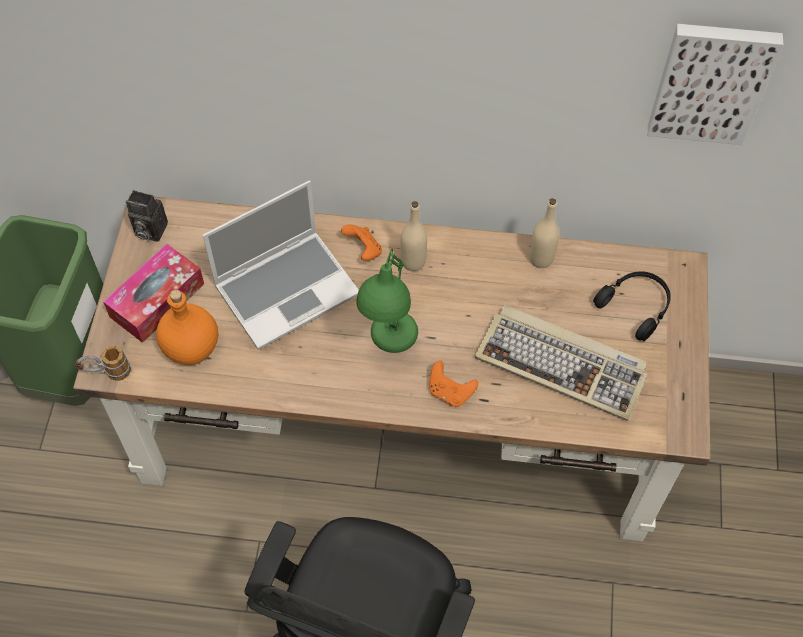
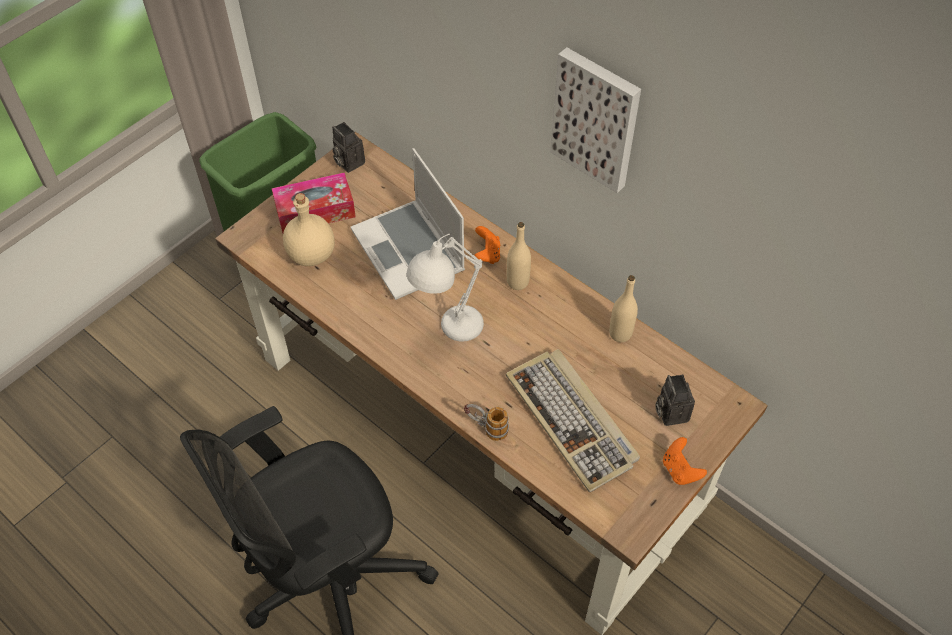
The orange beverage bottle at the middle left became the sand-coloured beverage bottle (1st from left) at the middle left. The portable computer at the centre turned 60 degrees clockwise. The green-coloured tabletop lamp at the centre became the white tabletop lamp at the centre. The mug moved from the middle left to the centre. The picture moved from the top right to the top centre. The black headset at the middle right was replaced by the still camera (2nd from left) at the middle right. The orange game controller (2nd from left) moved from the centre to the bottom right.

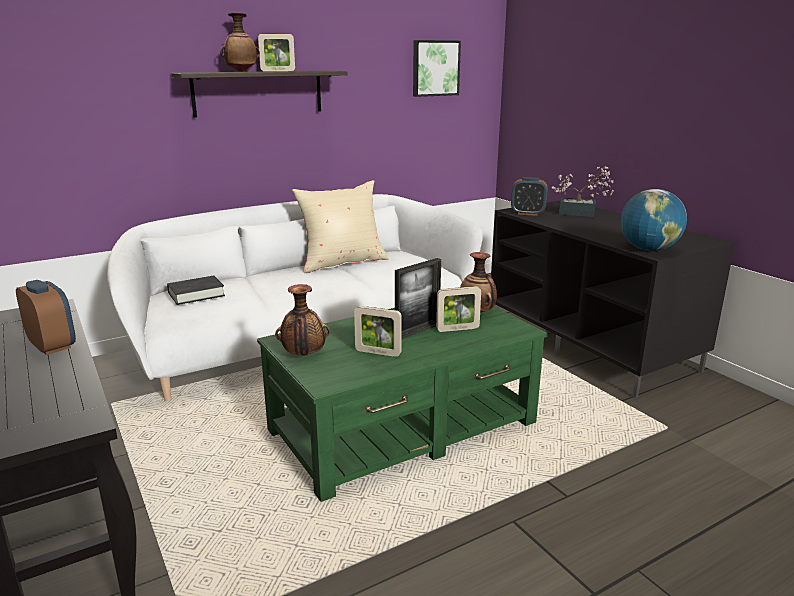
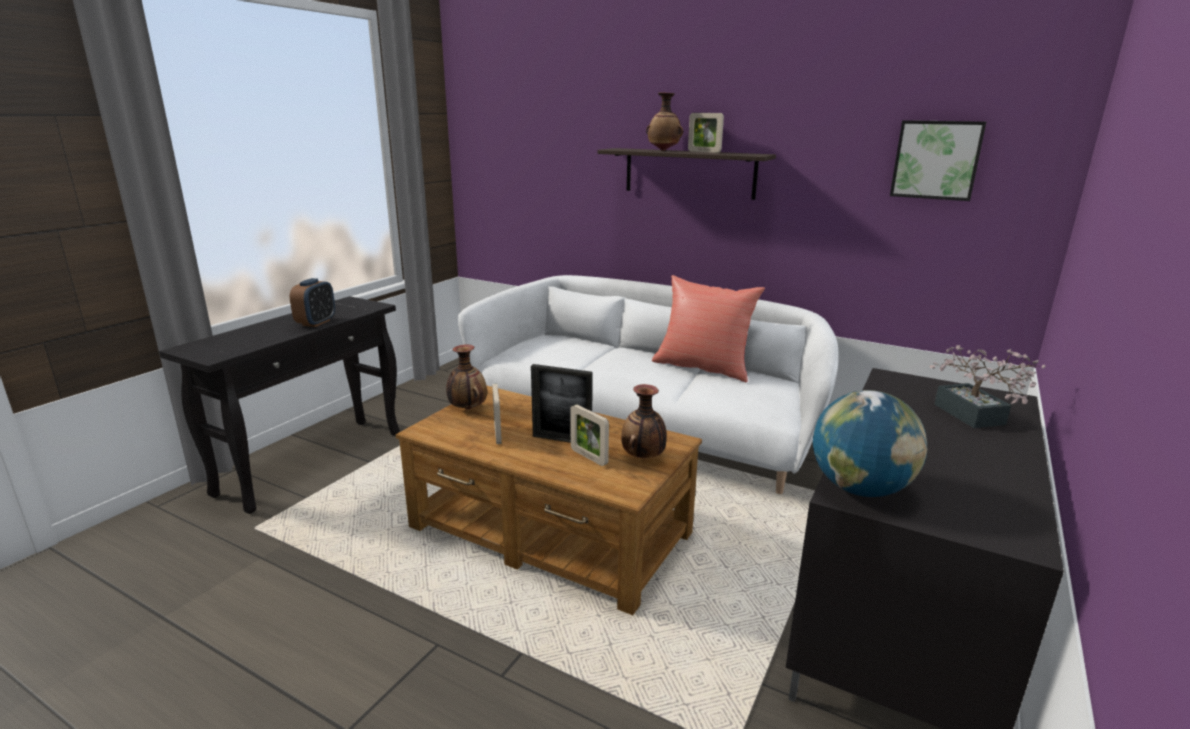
The green-coloured lounge table at the bottom centre became the brownish lounge table at the bottom centre. The sand-coloured throw pillow at the centre became the red-coloured throw pillow at the centre. The black volume at the middle left disappeared. The alarm clock (2nd from left) at the top centre disappeared.

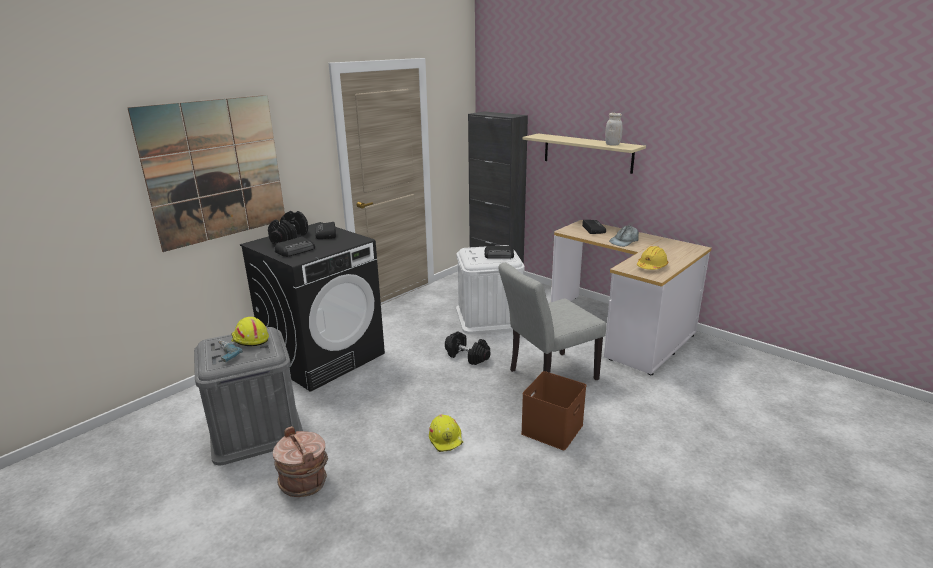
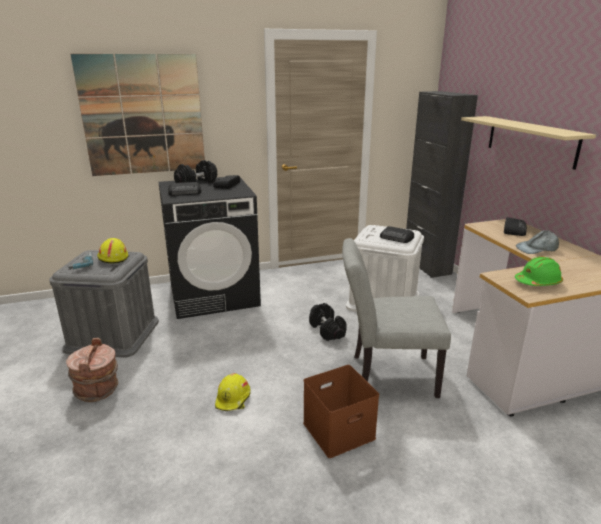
The yellow hard hat (3rd from left) at the middle right became the green-coloured hard hat at the middle right. The white storage jar at the top centre disappeared.

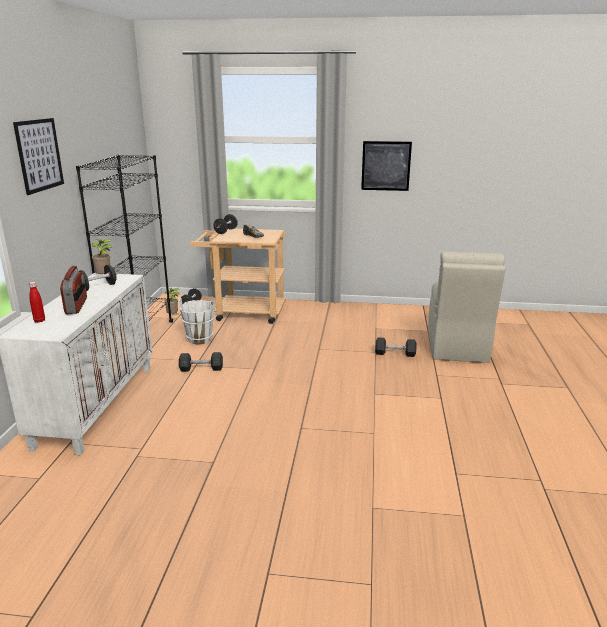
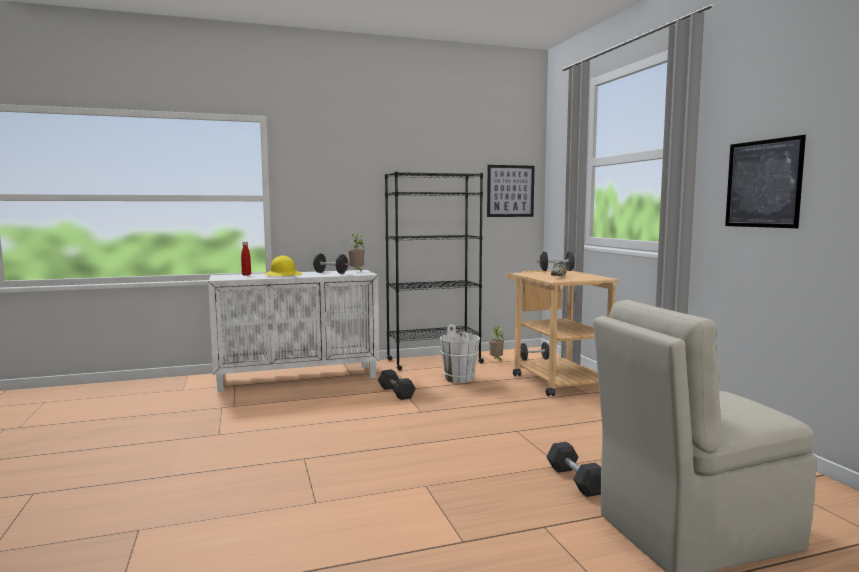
The radio receiver at the middle left was replaced by the yellow hard hat at the middle left. The picture (1st from left) moved from the top left to the centre.

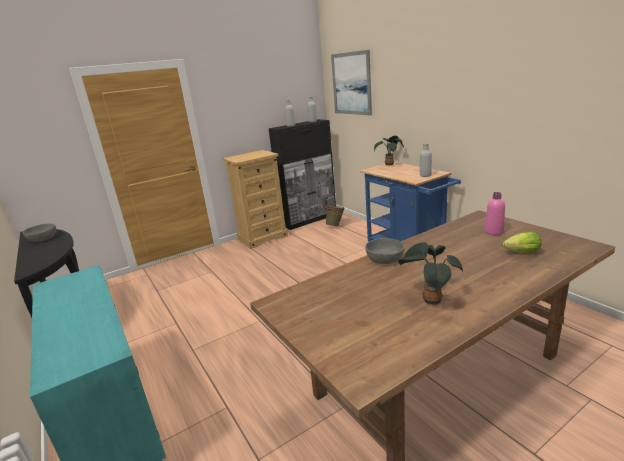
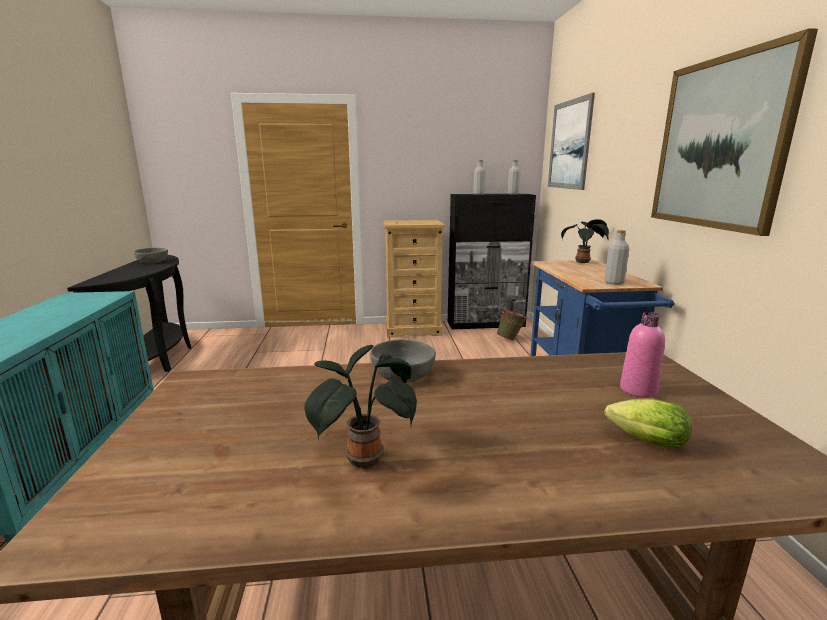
The picture (2nd from left) at the top right appeared.

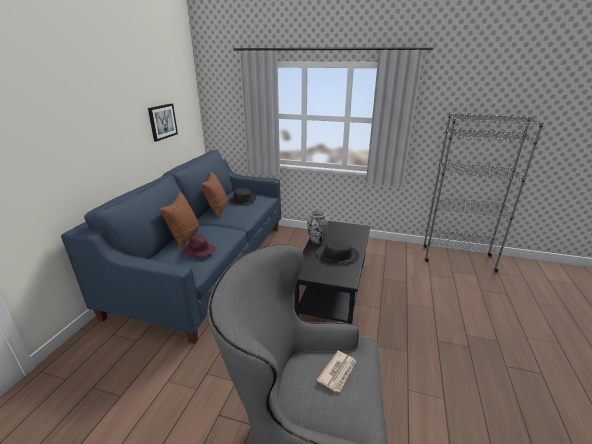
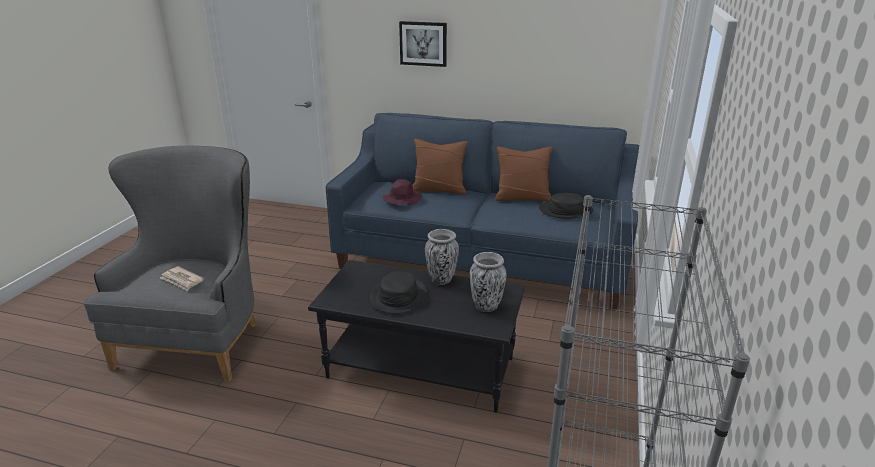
The picture moved from the top left to the top centre. The vase (2nd from left) at the centre appeared.

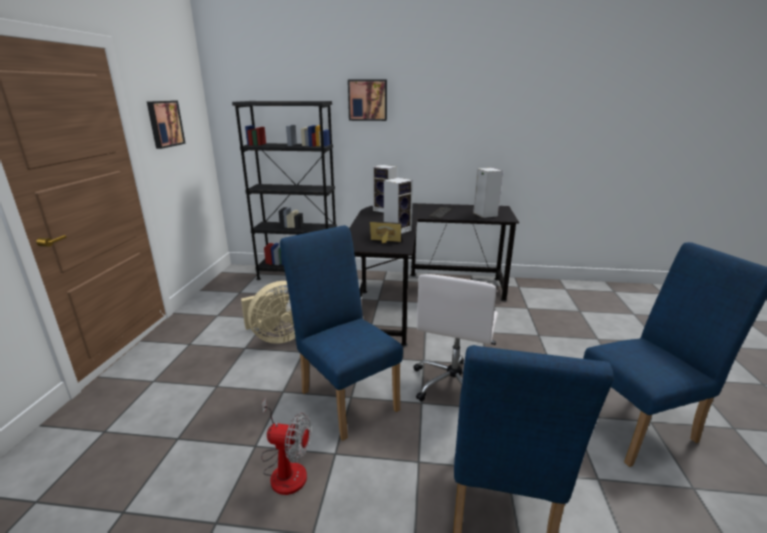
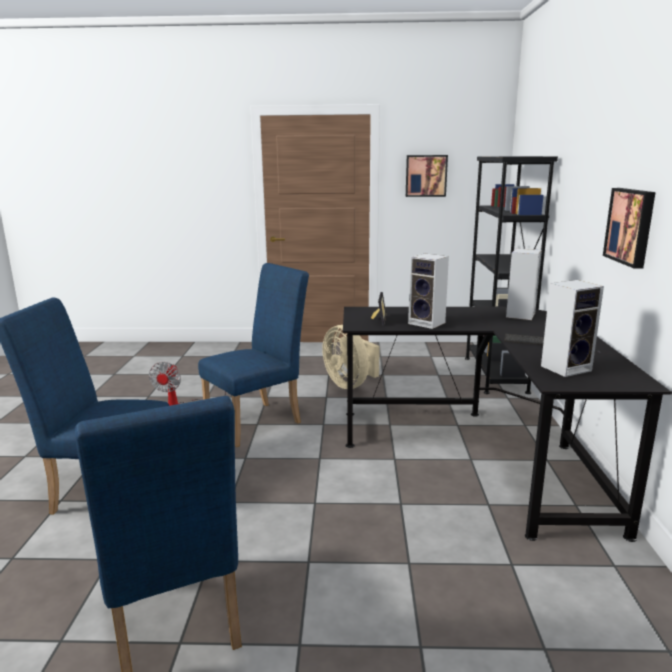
The picture (2nd from left) moved from the top centre to the middle right. The white office chair at the centre disappeared.

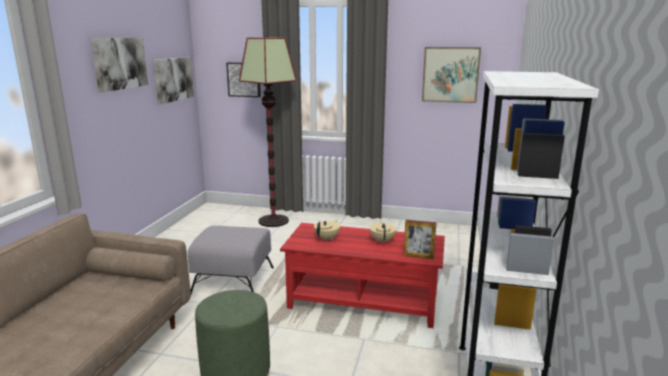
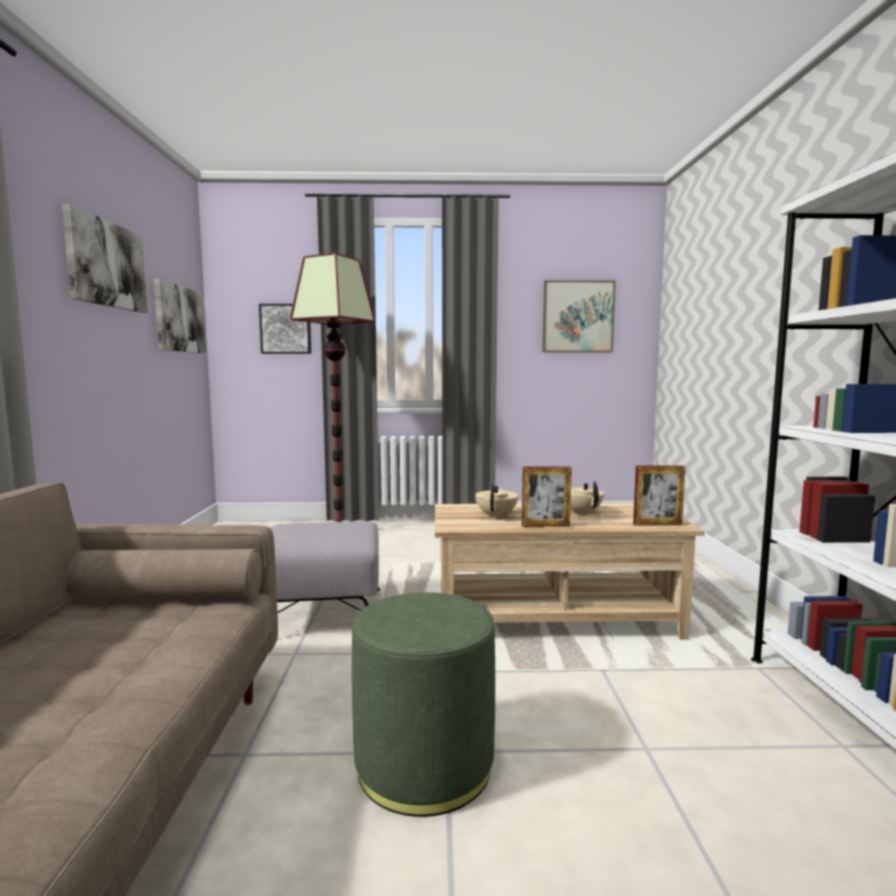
The red-coloured lounge table at the bottom centre became the sand-coloured lounge table at the centre. The photo frame (1st from left) at the centre appeared.

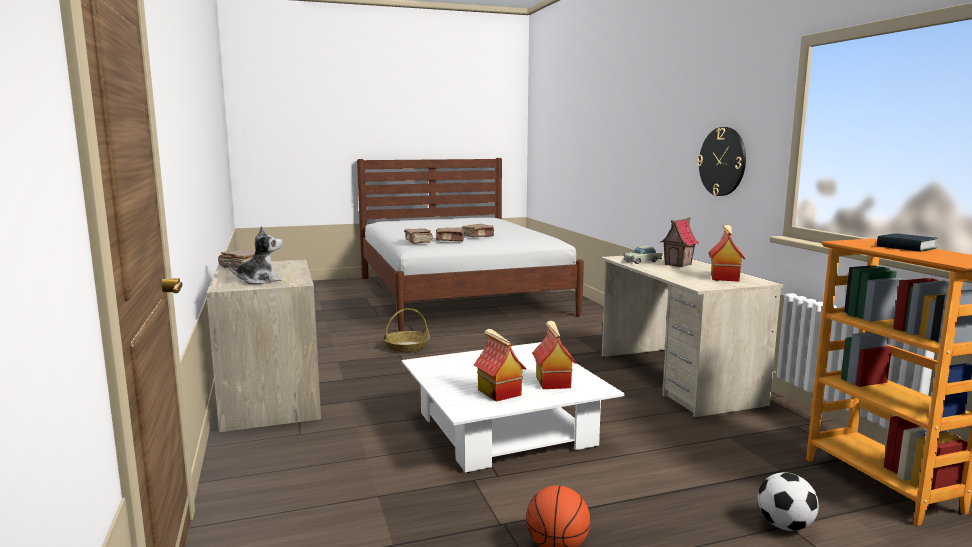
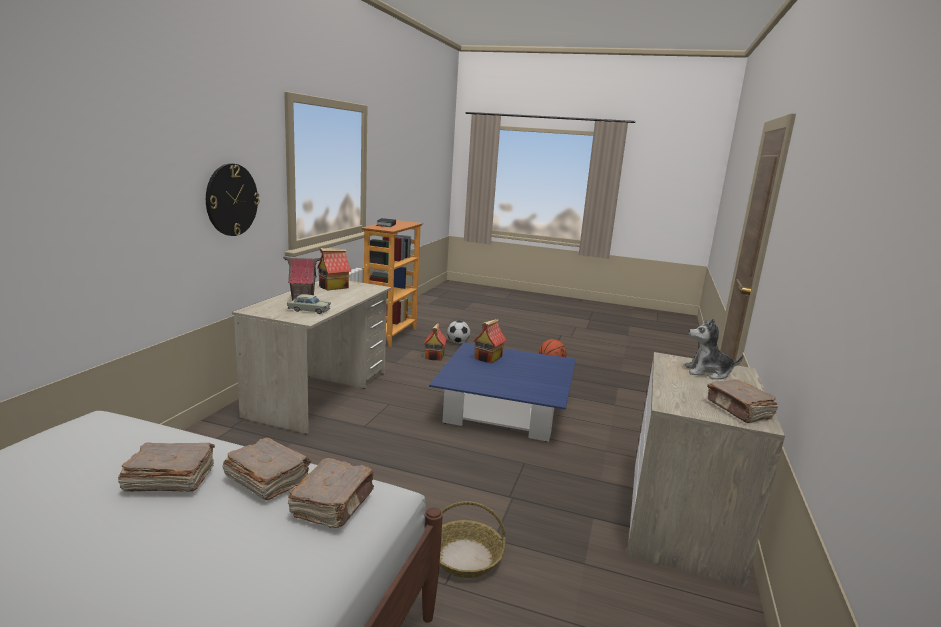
The toy house (1st from left in the first image) moved from the bottom centre to the centre. The white lounge table at the bottom centre became the blue lounge table at the centre.

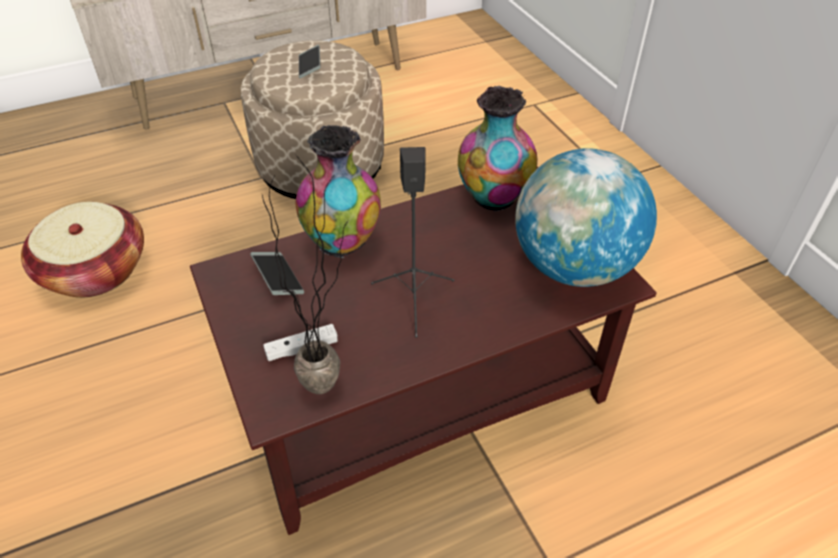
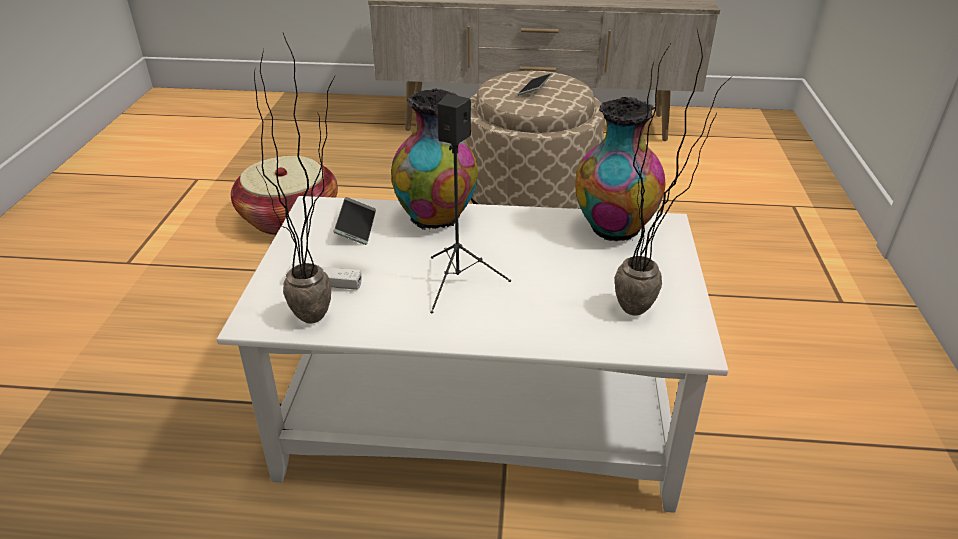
The brownish lounge table at the centre became the white lounge table at the centre. The desk globe at the middle right was replaced by the houseplant (2nd from left) at the top right.

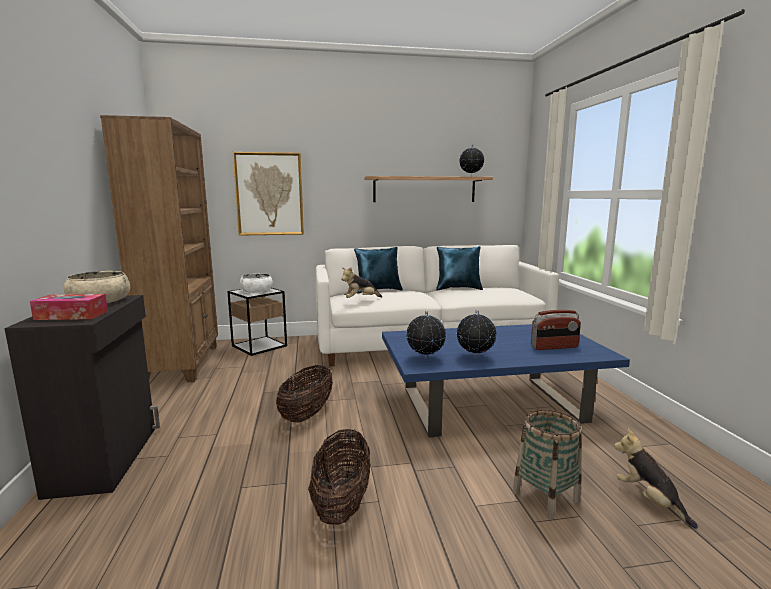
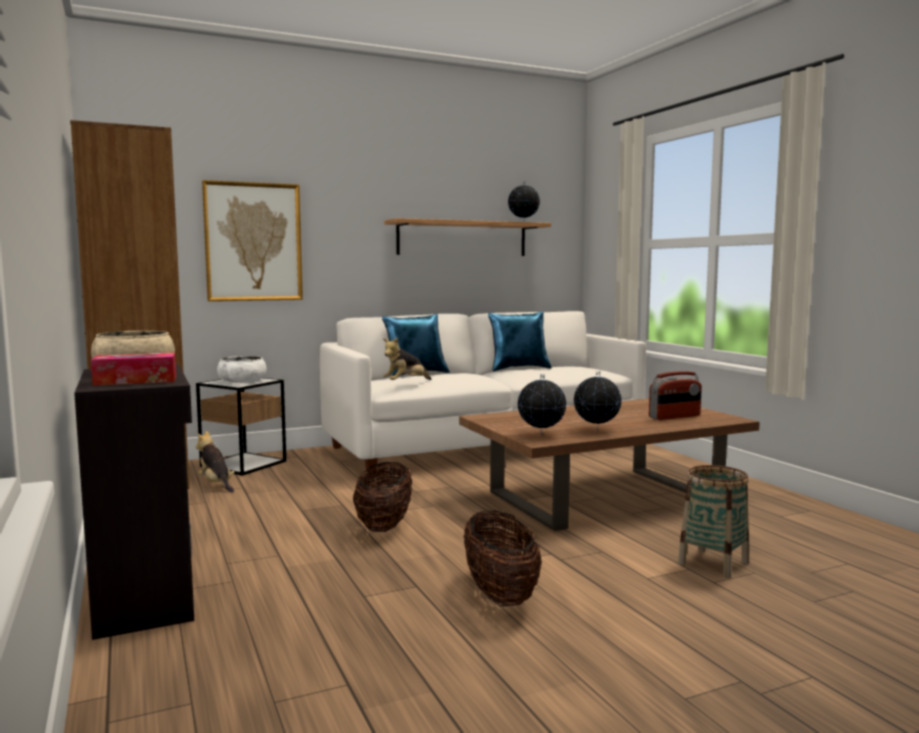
The cuddly toy (2nd from left in the first image) moved from the bottom right to the middle left. The blue lounge table at the centre became the brownish lounge table at the centre.

